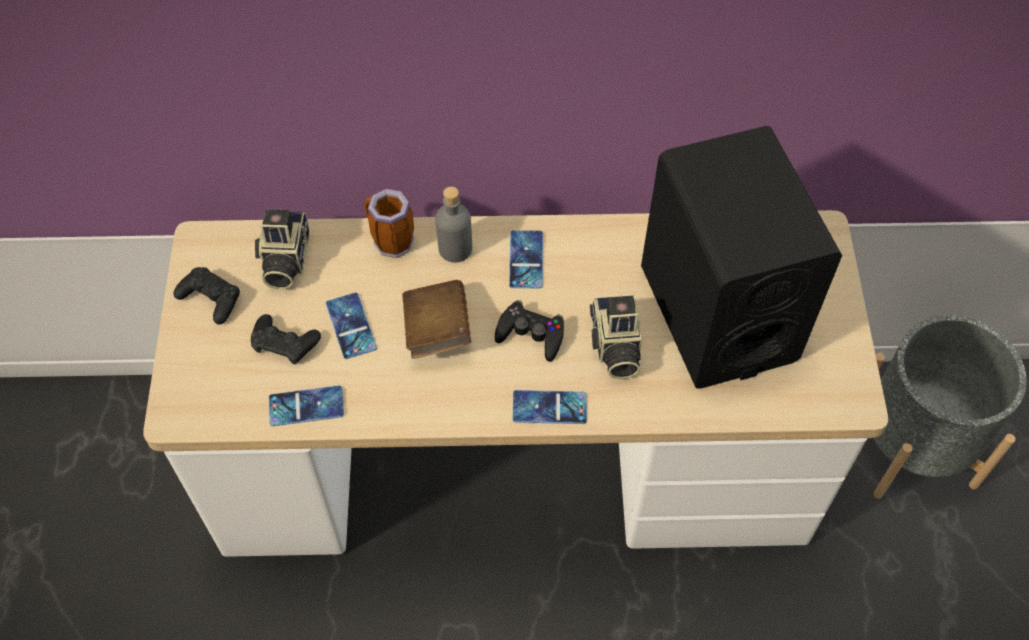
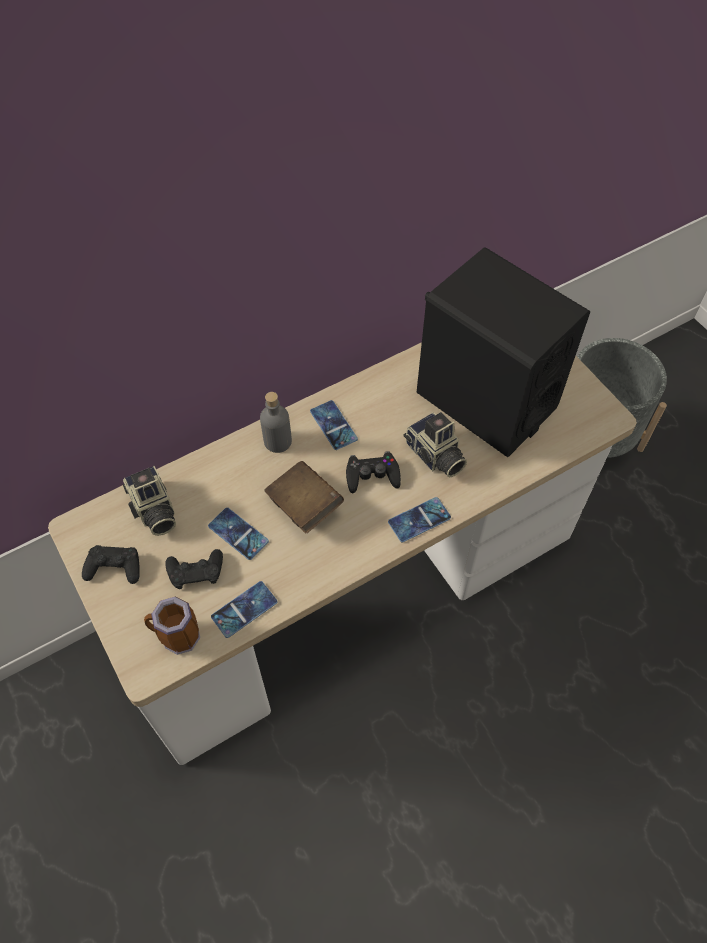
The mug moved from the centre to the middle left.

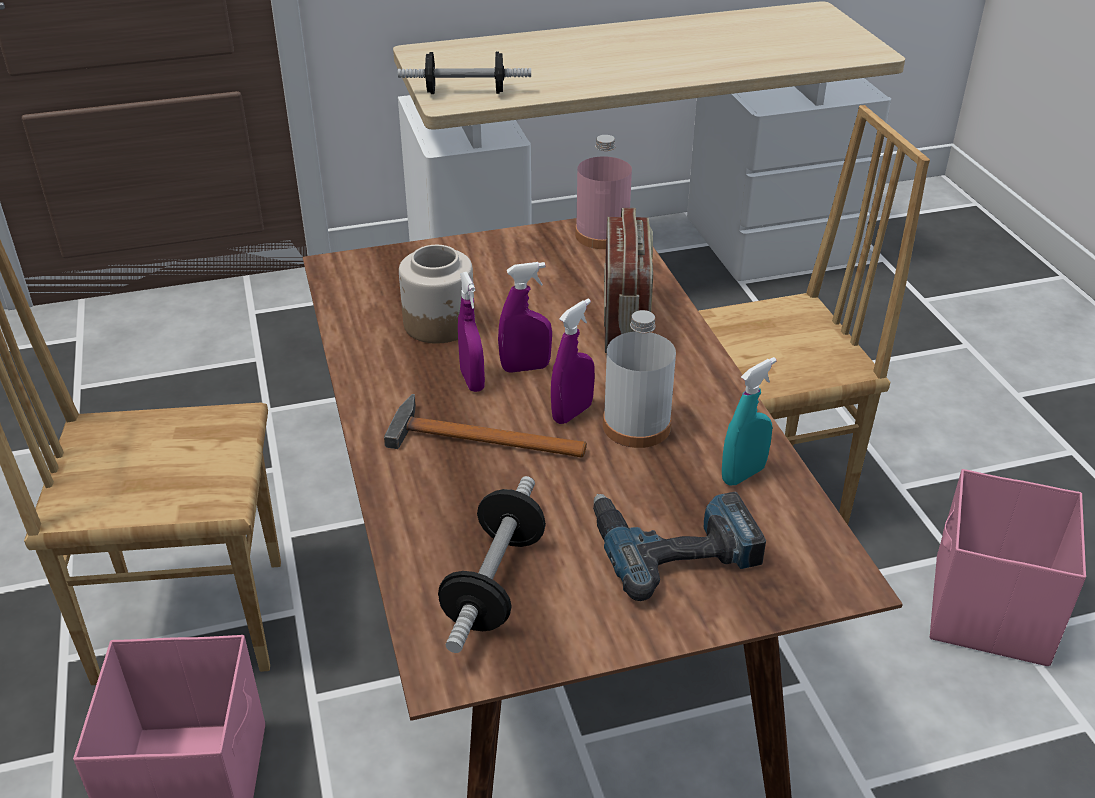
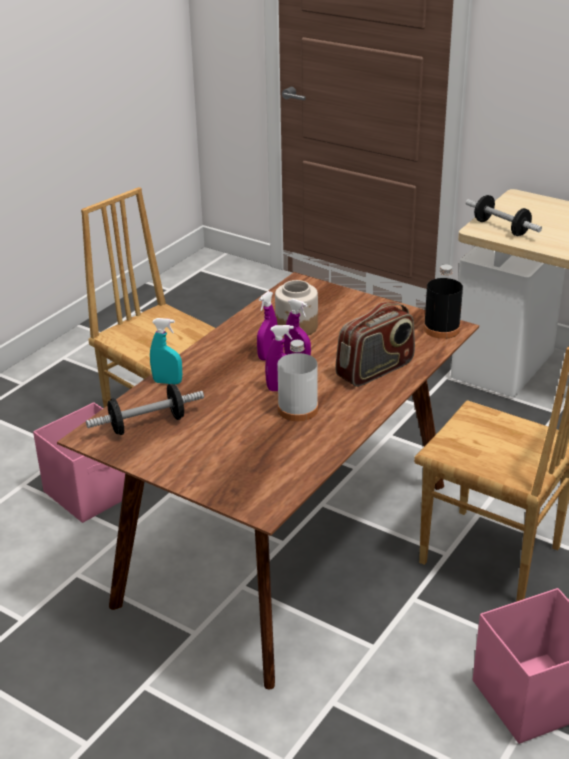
The turquoise-coloured spray bottle moved from the middle right to the middle left. The pink beverage bottle at the top centre became the black beverage bottle at the middle right. The tool hammer at the centre disappeared. The electric drill at the bottom centre disappeared.

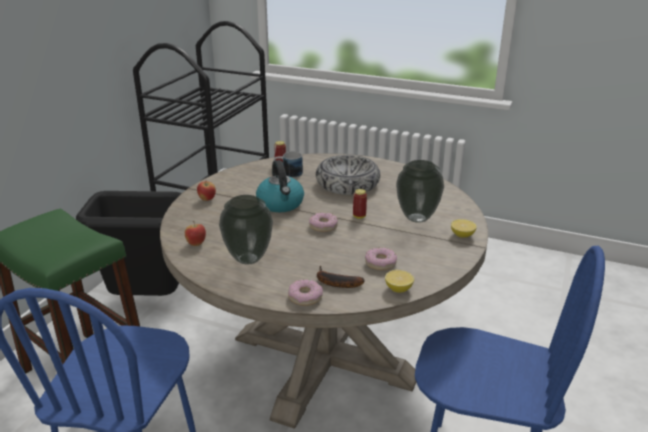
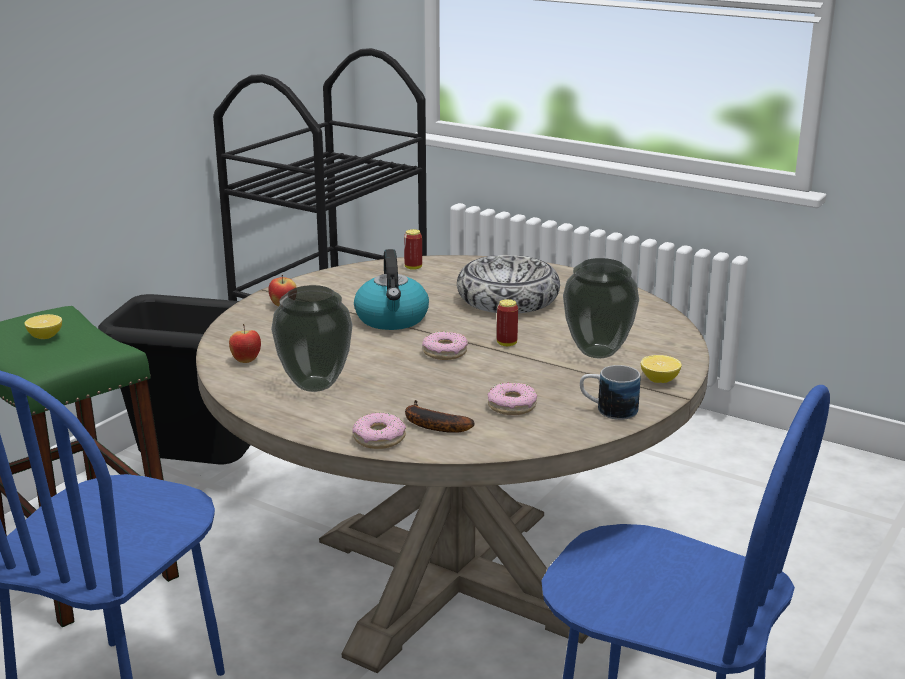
The citrus fruit (1st from left) moved from the centre to the middle left. The mug moved from the centre to the middle right.

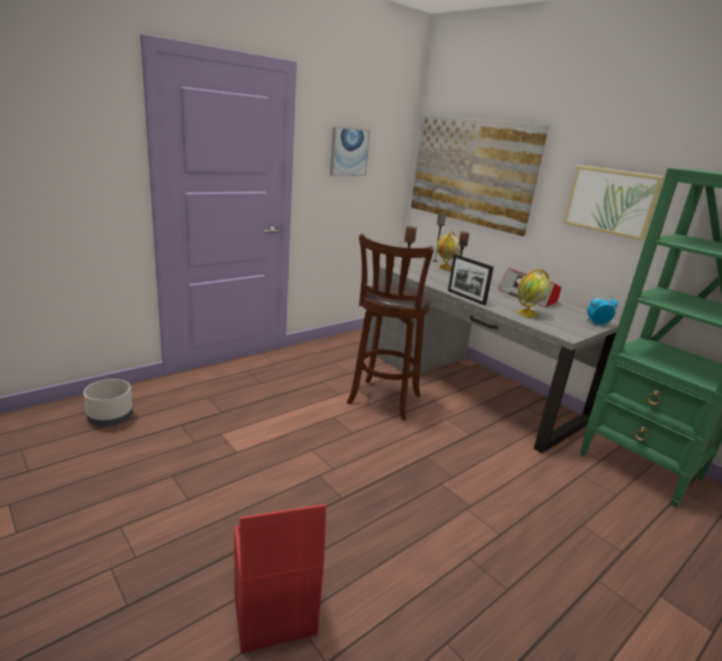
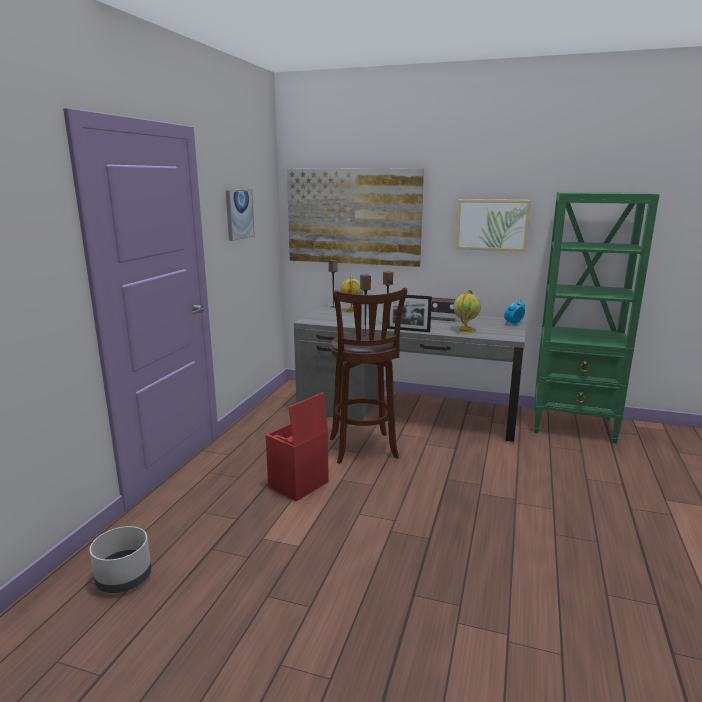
The red-coloured storage box moved from the bottom centre to the centre.

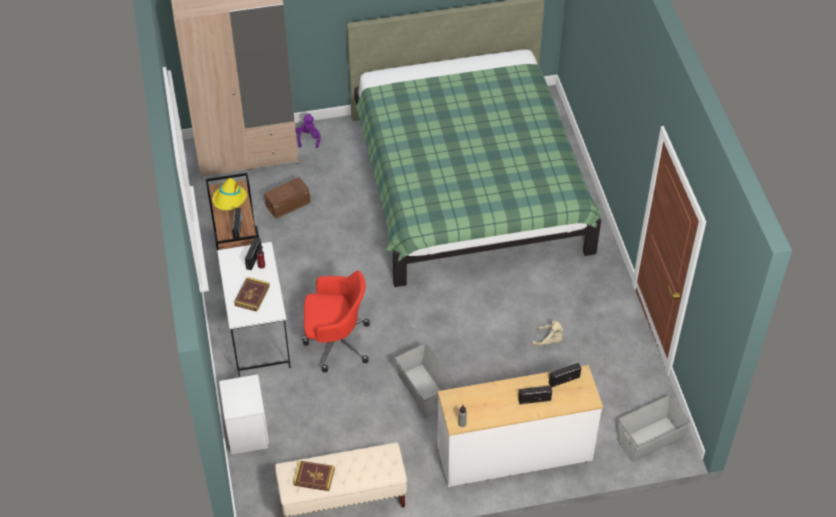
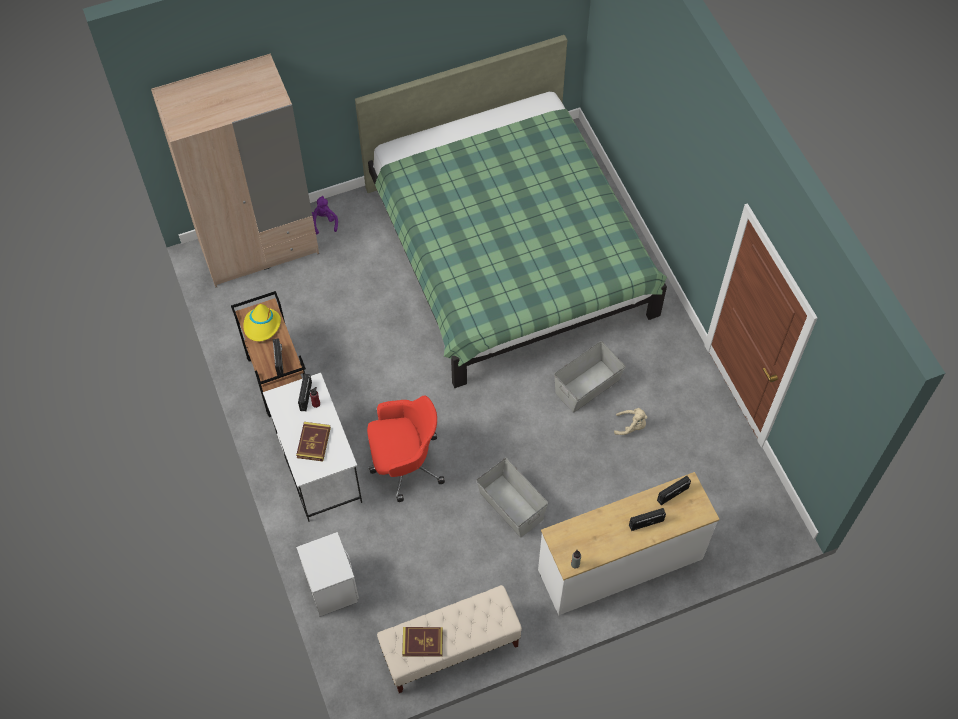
The grey storage box (2nd from left) moved from the bottom right to the centre. The brownish storage box at the centre disappeared.

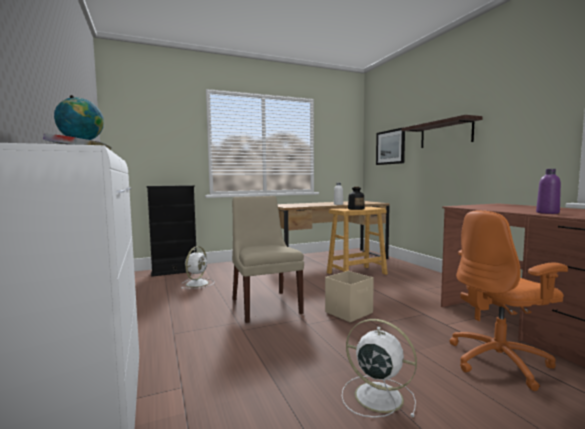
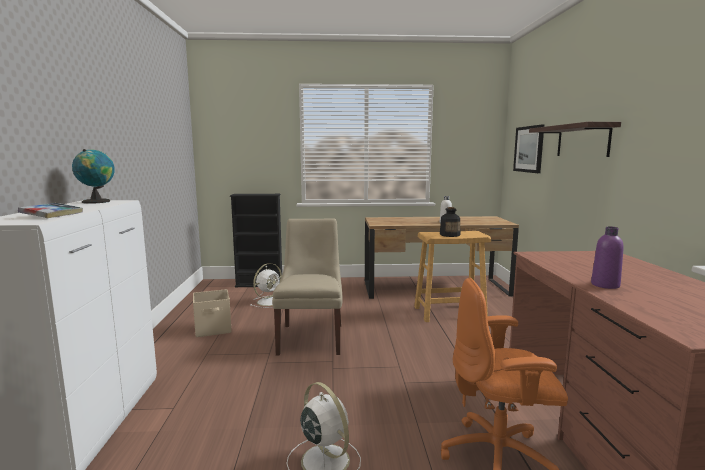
The sand-coloured storage box moved from the bottom centre to the middle left.

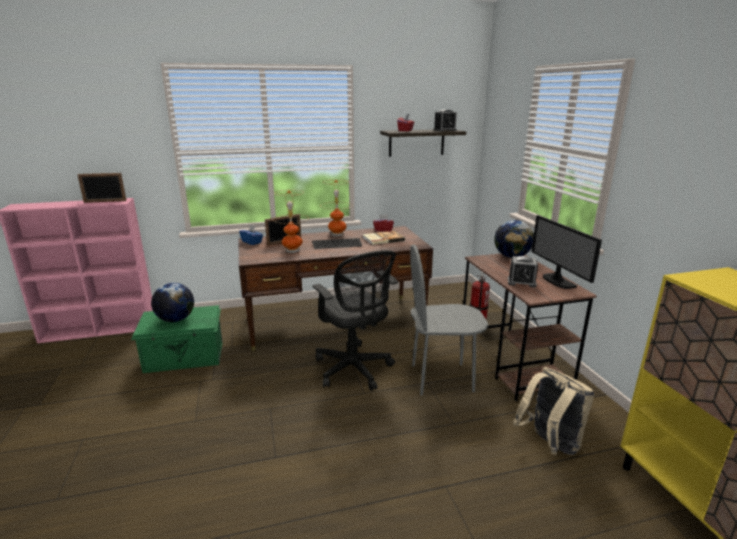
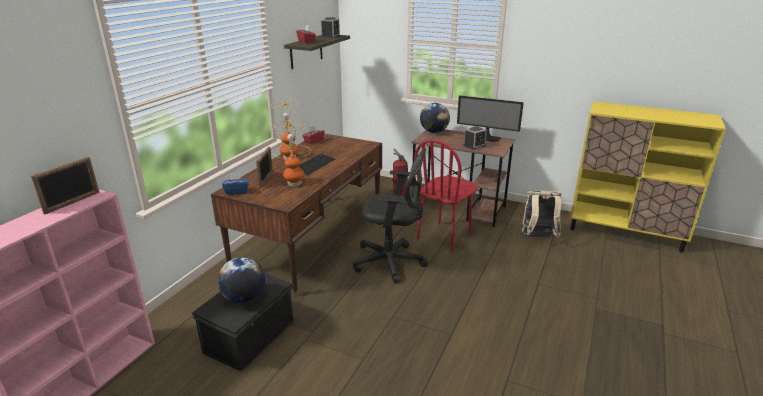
The green-coloured storage box at the middle left became the black storage box at the bottom left. The grey chair at the centre became the red-coloured chair at the centre. The volume at the centre disappeared.

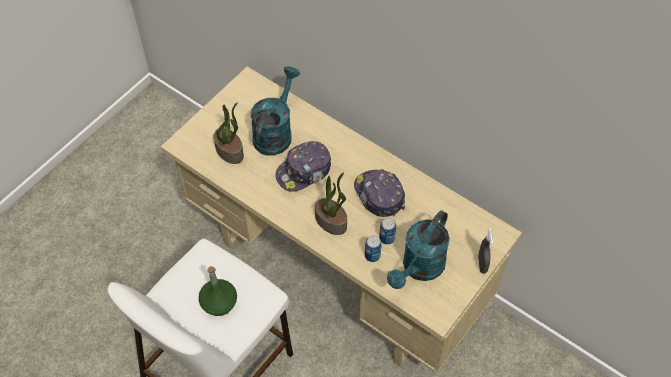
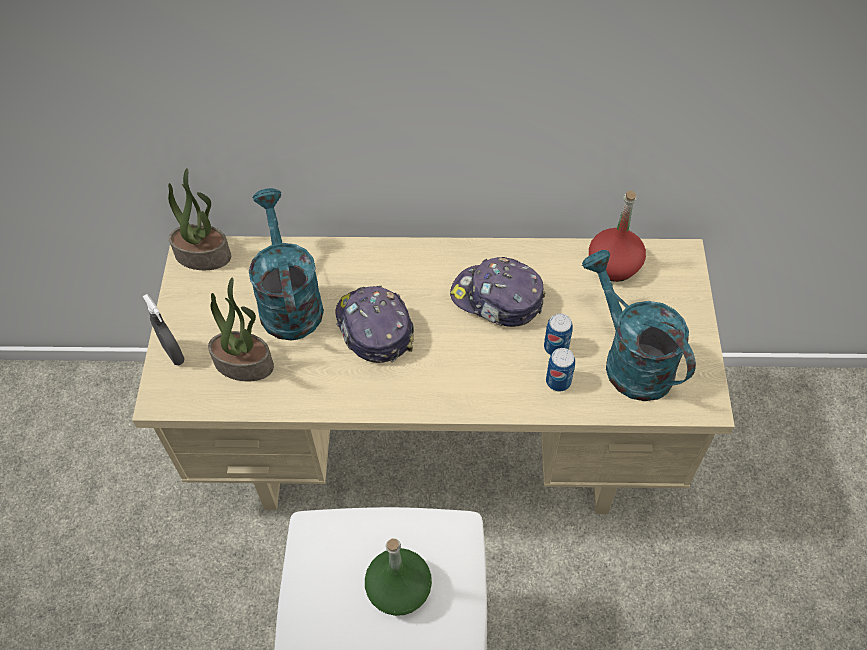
The grey spray bottle moved from the middle right to the middle left. The houseplant (2nd from left in the first image) moved from the centre to the middle left. The cap (1st from left) at the centre turned 135 degrees clockwise. The turquoise-coloured watering can (2nd from left) at the centre turned 150 degrees clockwise. The red-coloured beverage bottle at the middle right appeared.

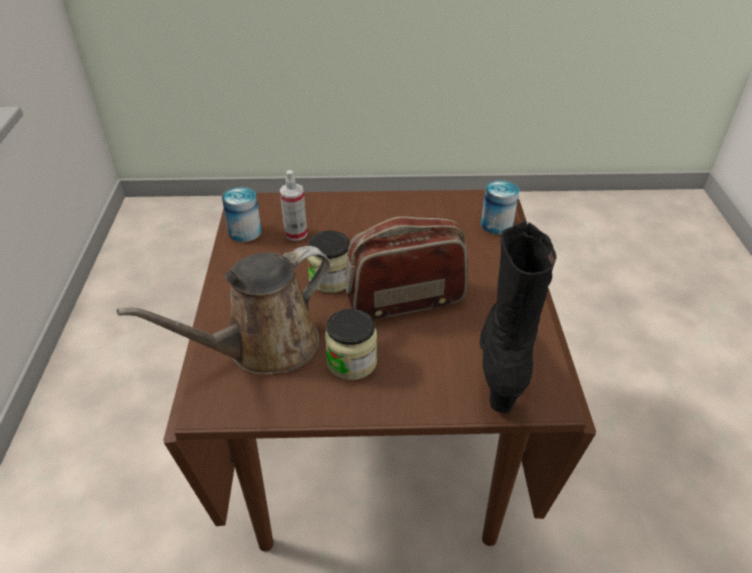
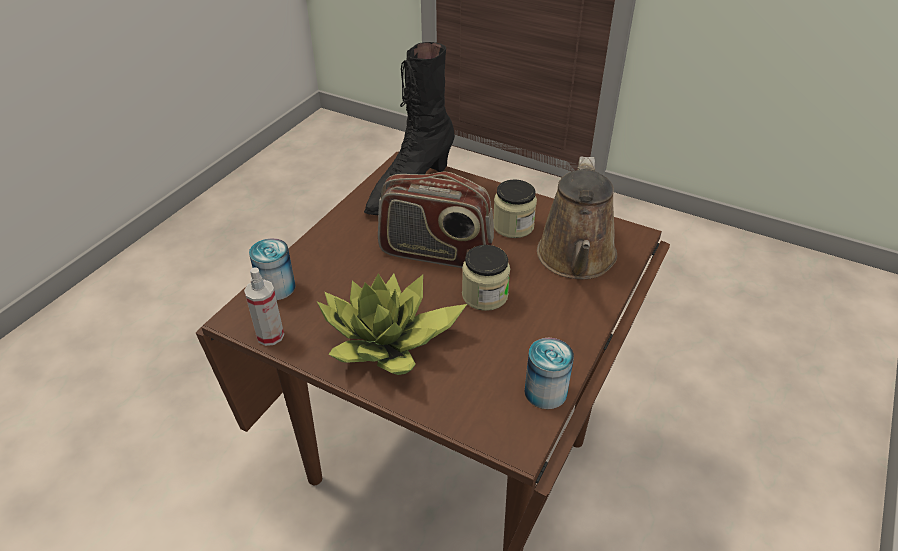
The spray bottle moved from the centre to the middle left. The houseplant at the centre appeared. The brownish watering can at the middle left turned 105 degrees clockwise.

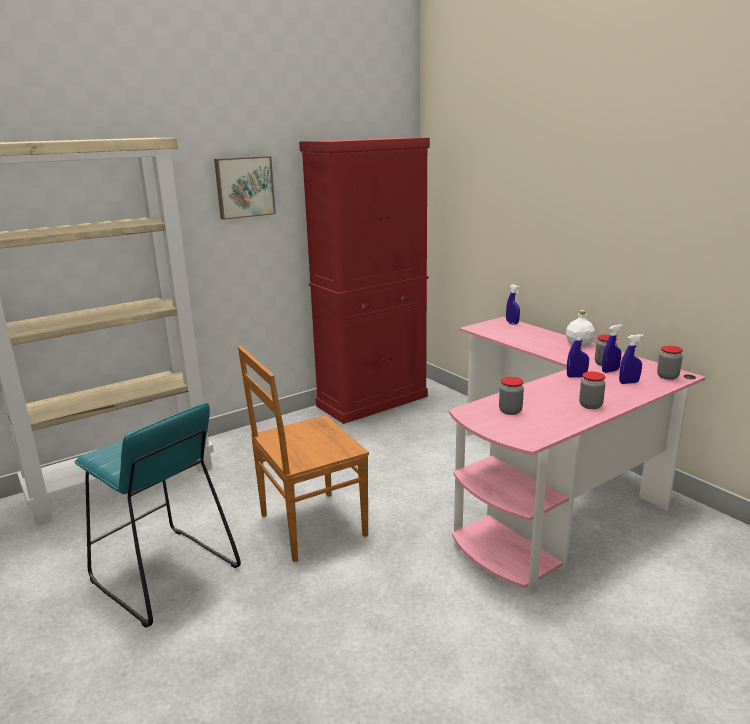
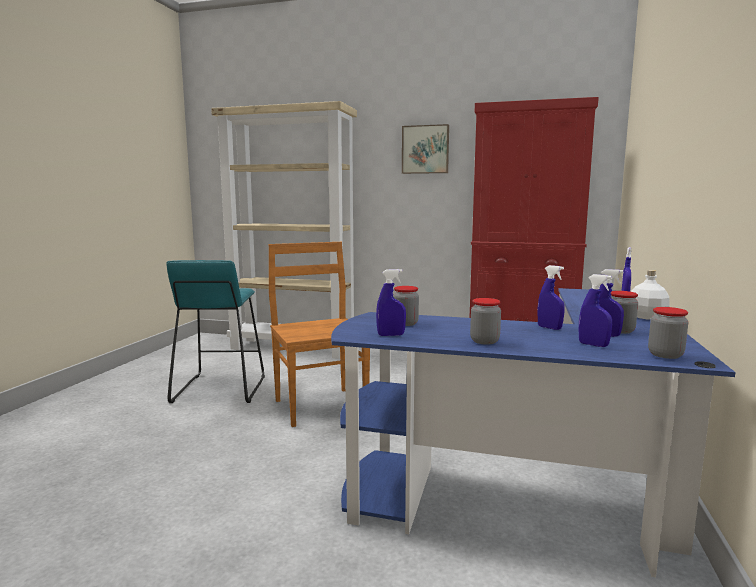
The brownish chair at the centre turned 45 degrees clockwise. The pink desk unit at the middle right became the blue desk unit at the bottom right. The blue spray bottle (1st from left) at the centre appeared.

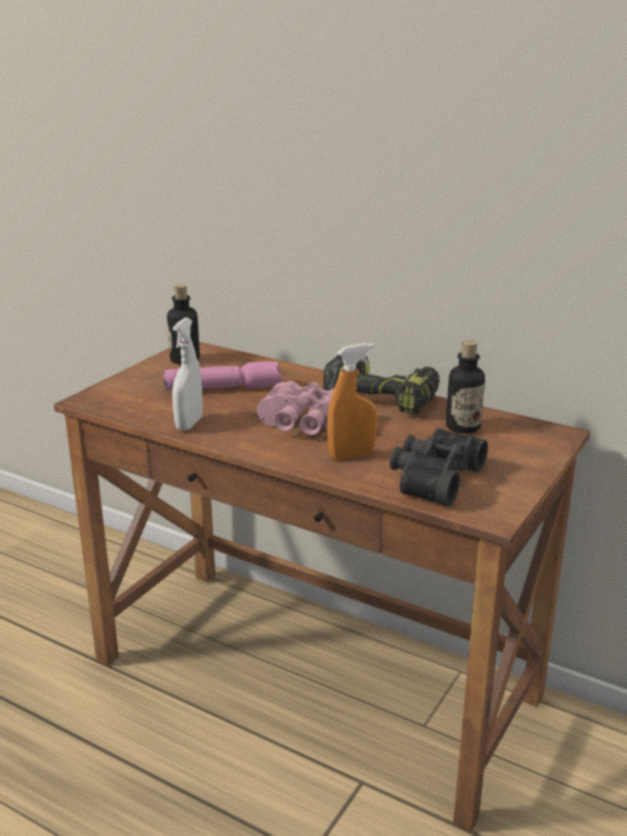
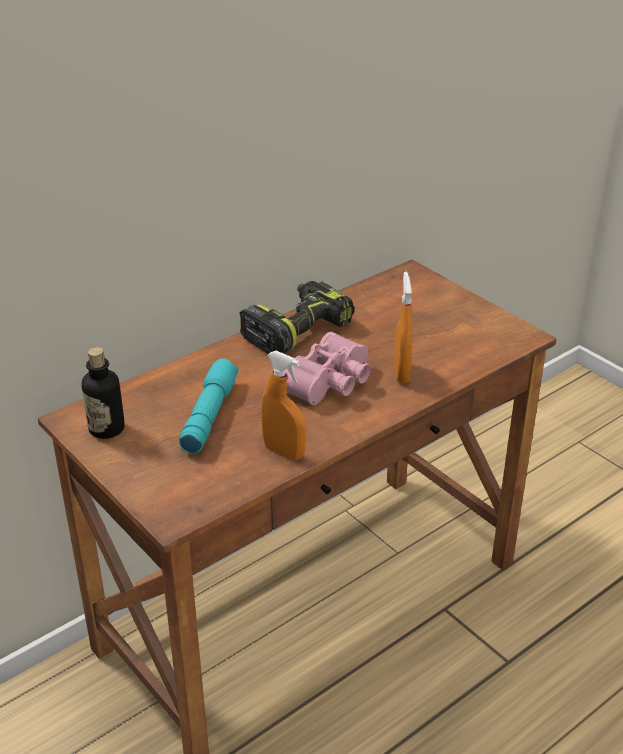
The pink torch at the centre became the turquoise-coloured torch at the centre. The white spray bottle at the middle left became the orange spray bottle (1st from left) at the centre. The black binoculars at the middle right disappeared. The beverage bottle (2nd from left) at the middle right disappeared.

